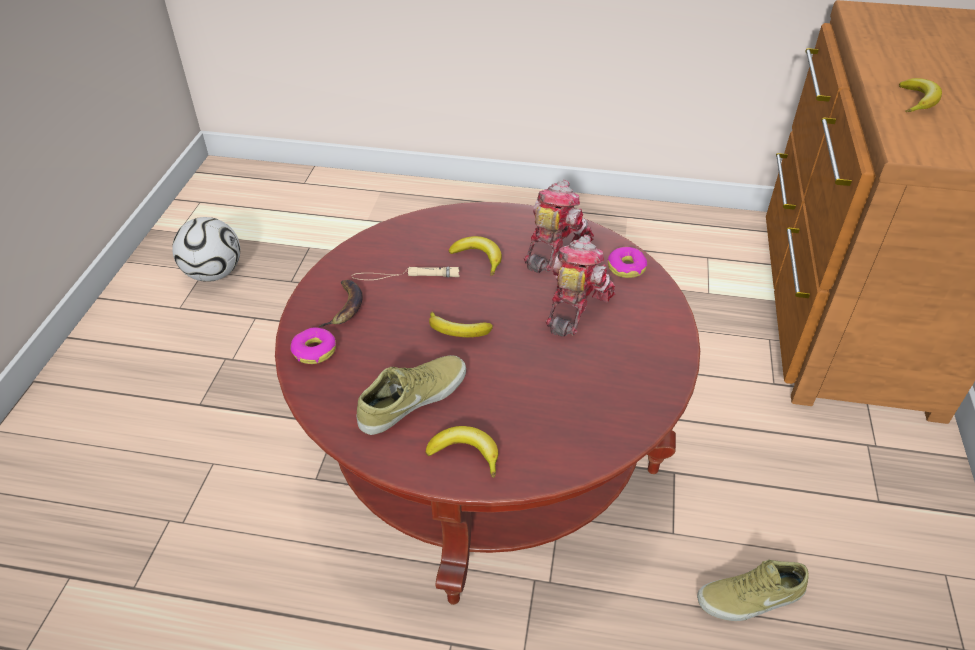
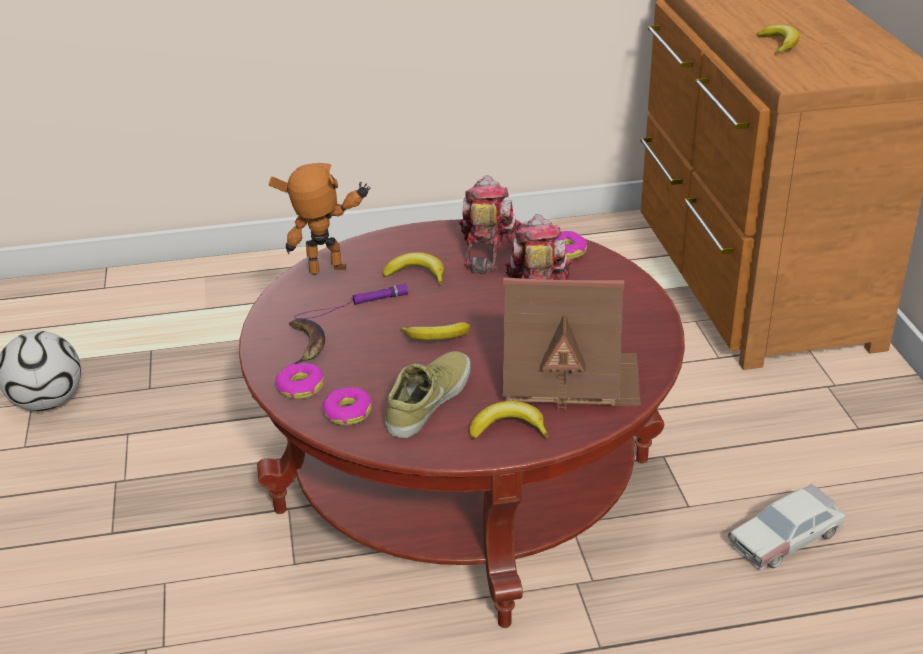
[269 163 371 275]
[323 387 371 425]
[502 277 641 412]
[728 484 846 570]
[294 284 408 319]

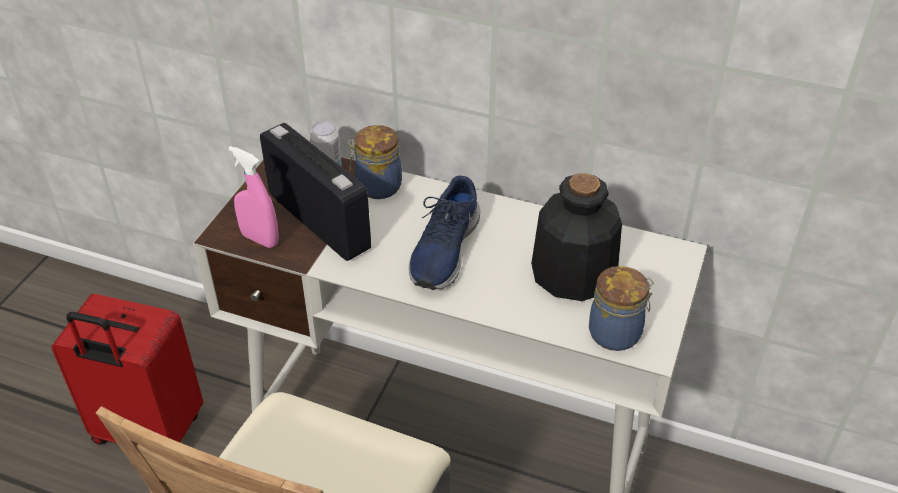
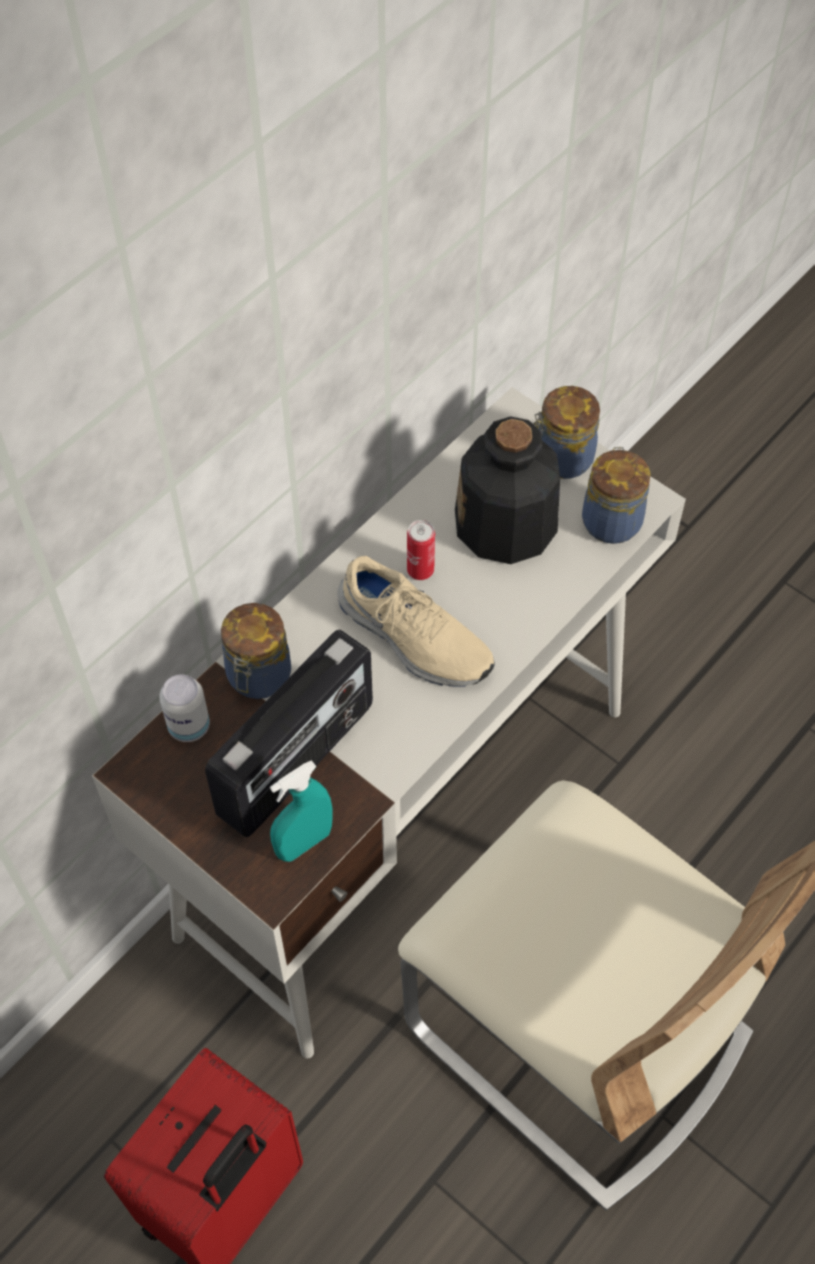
[407 520 435 580]
[533 386 600 479]
[270 760 333 862]
[337 556 495 687]
[205 630 373 837]

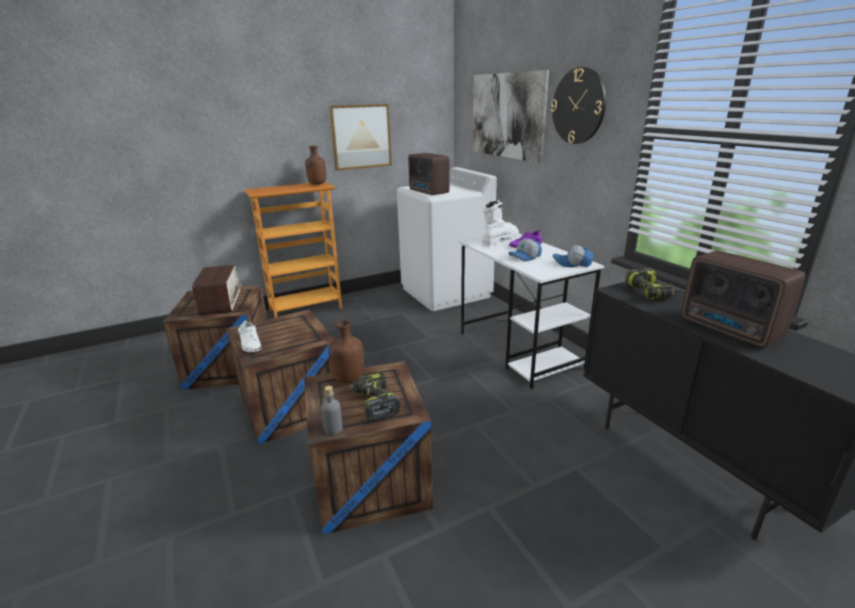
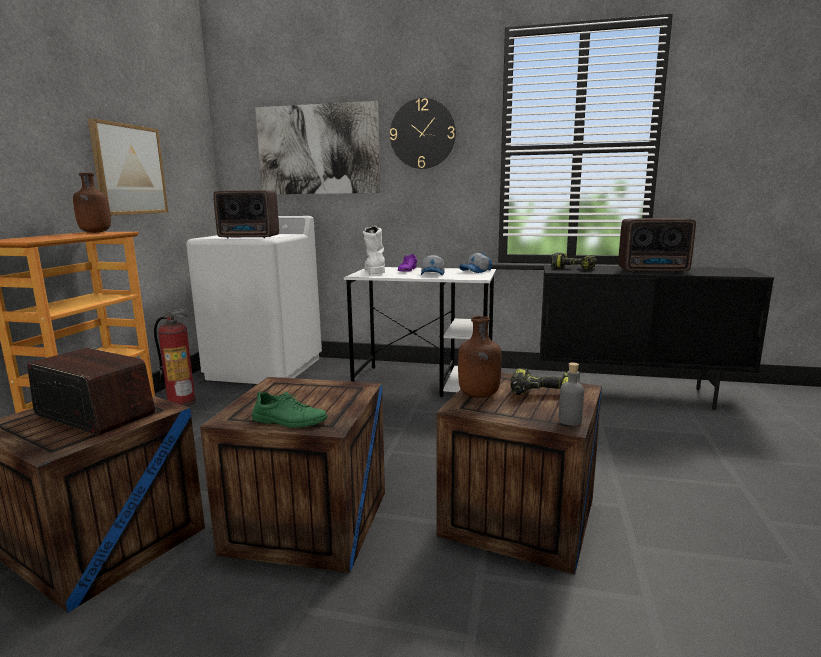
[154 308 196 406]
[252 391 328 428]

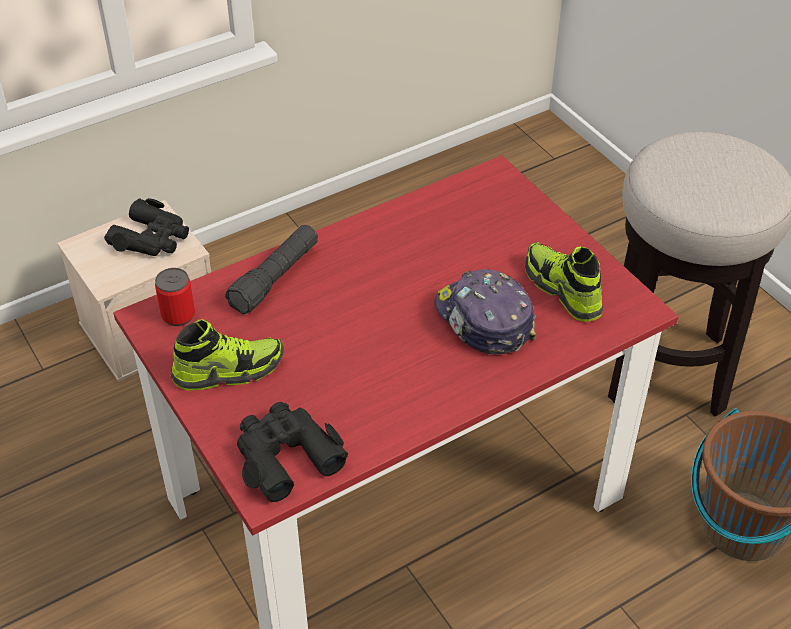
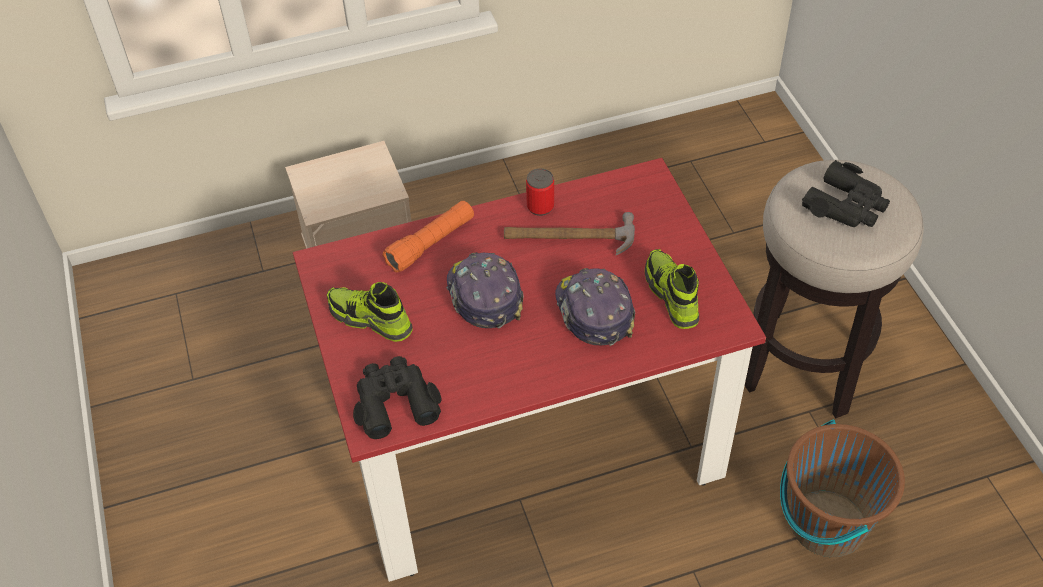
[446 252 524 329]
[504 212 635 255]
[802 160 890 227]
[526 168 554 216]
[383 201 474 272]
[327 282 413 342]

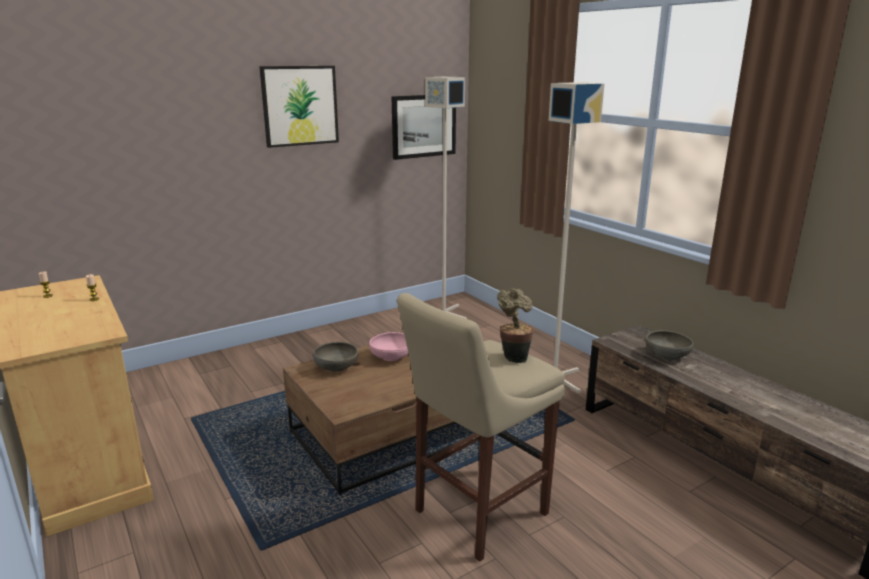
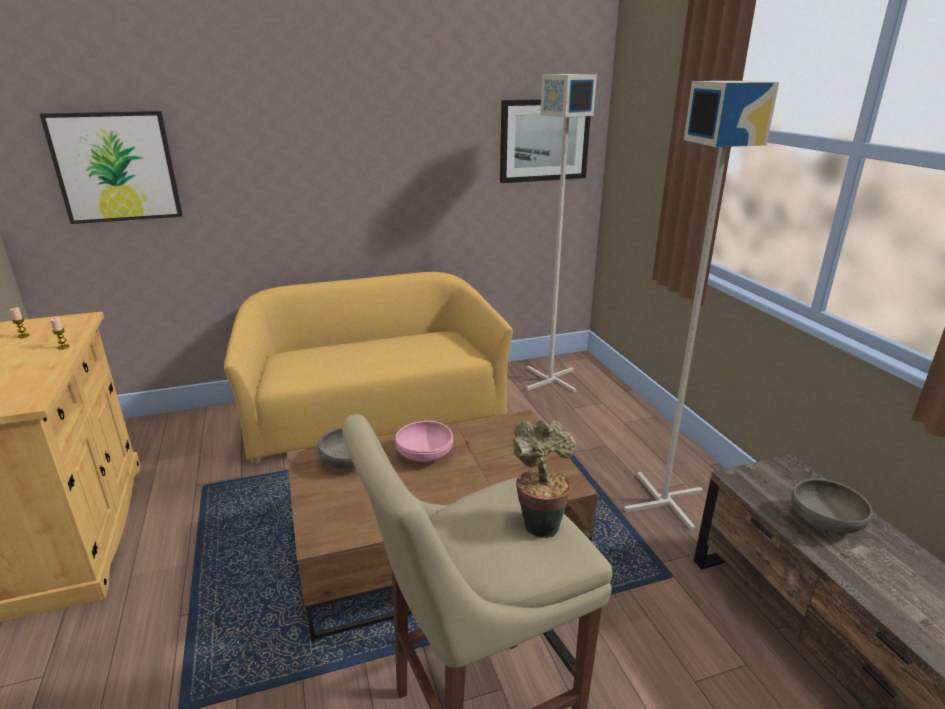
[224 272 513 464]
[40 111 183 224]

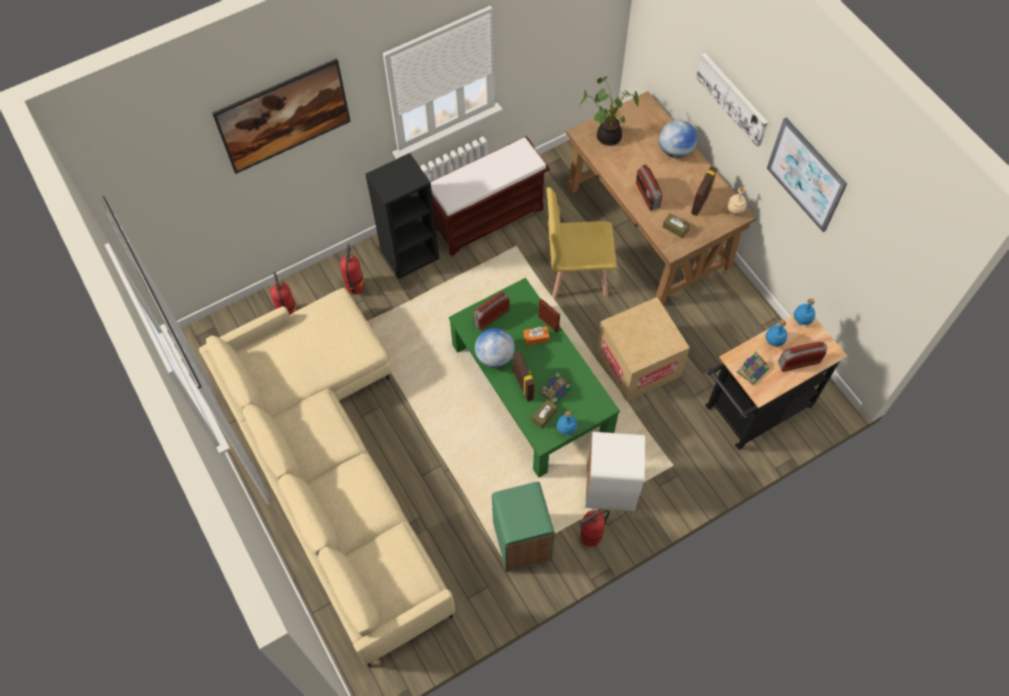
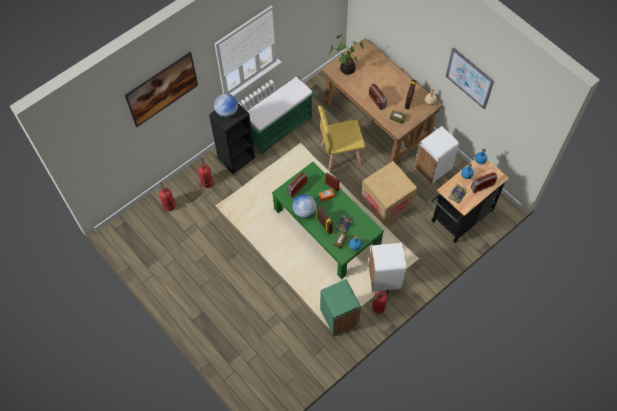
[199 288 455 667] (first image)
[696 53 768 147] (first image)
[415 126 459 184]
[214 93 238 118]
[247 76 315 155]

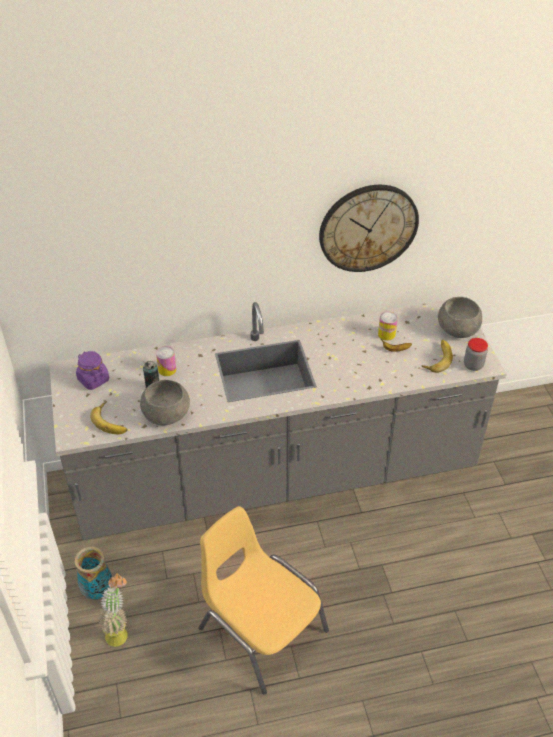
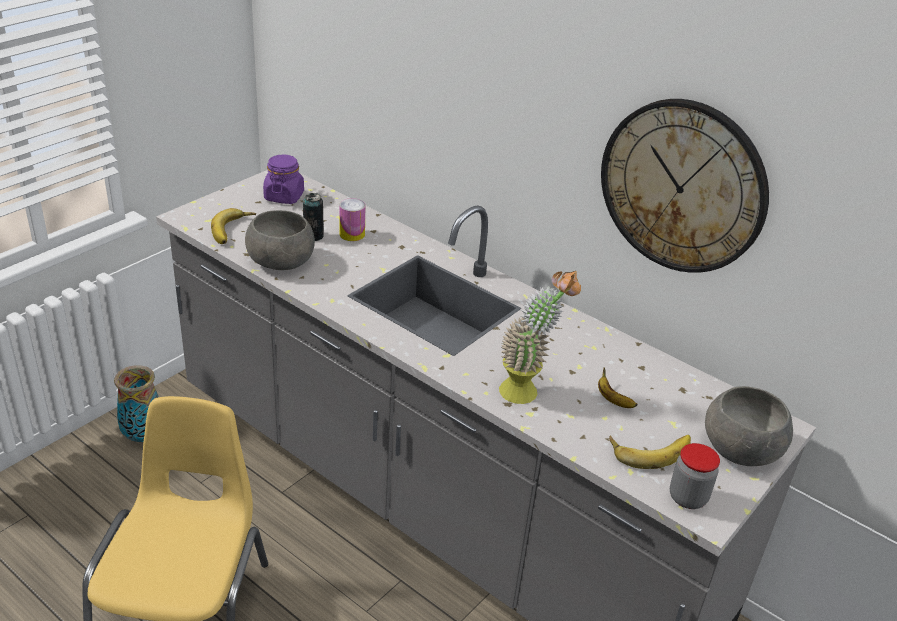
[378 311 398 341] (first image)
[499 271 581 404]

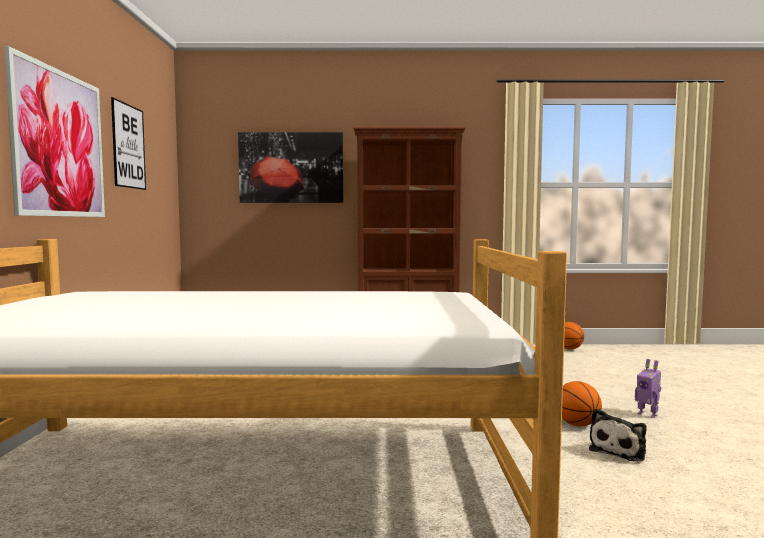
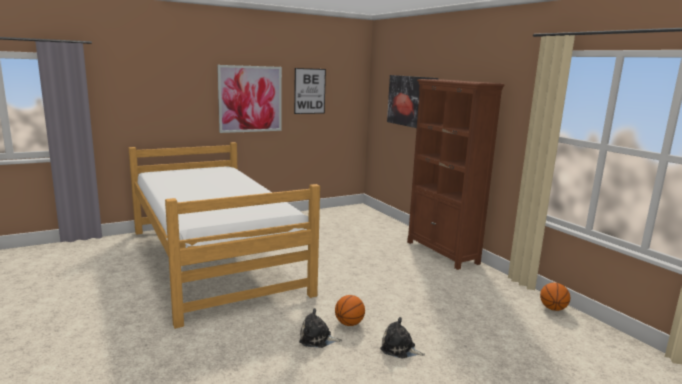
[380 317 425 359]

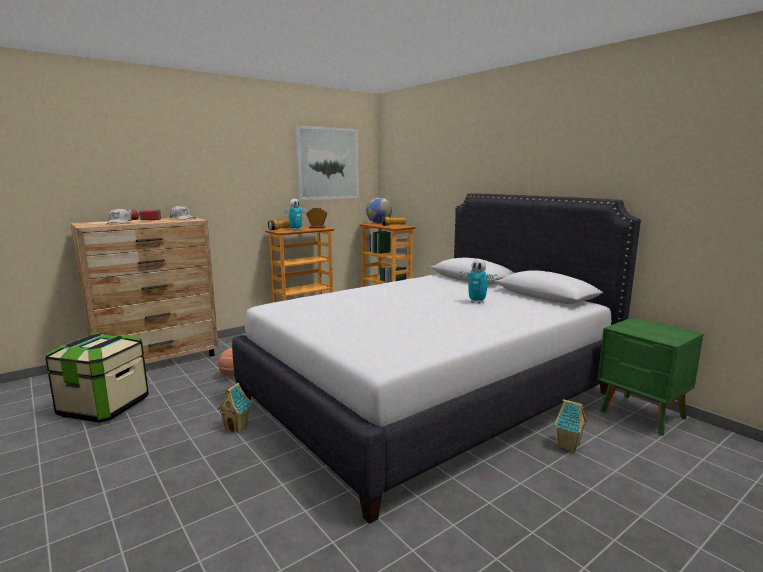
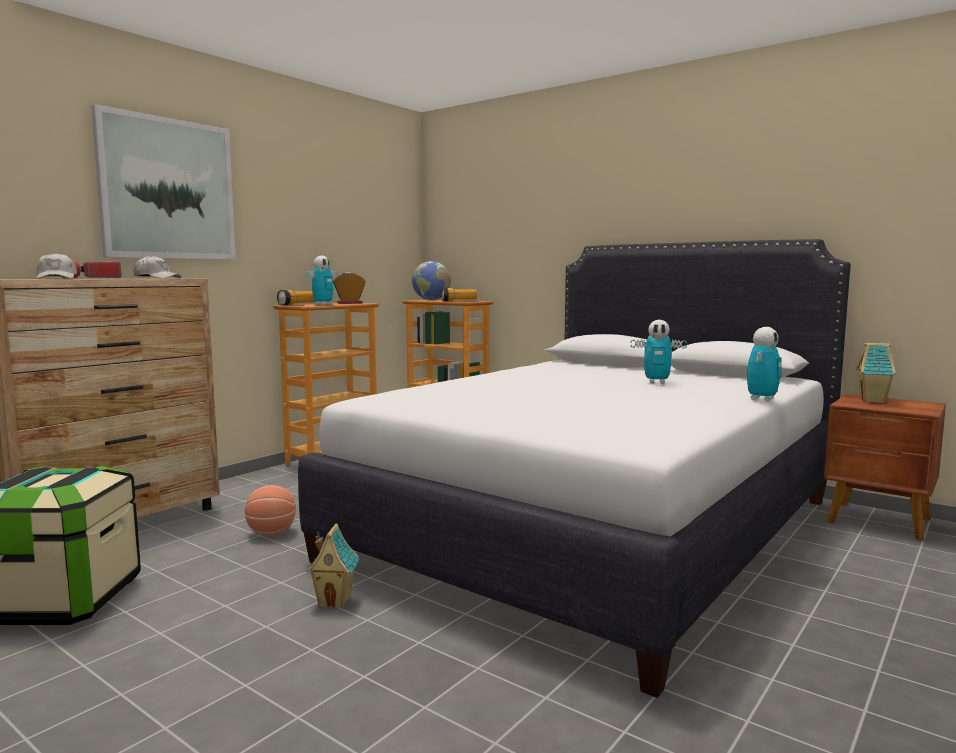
[747 327 782 401]
[91 104 236 259]
[856 343 896 403]
[824 394 946 541]

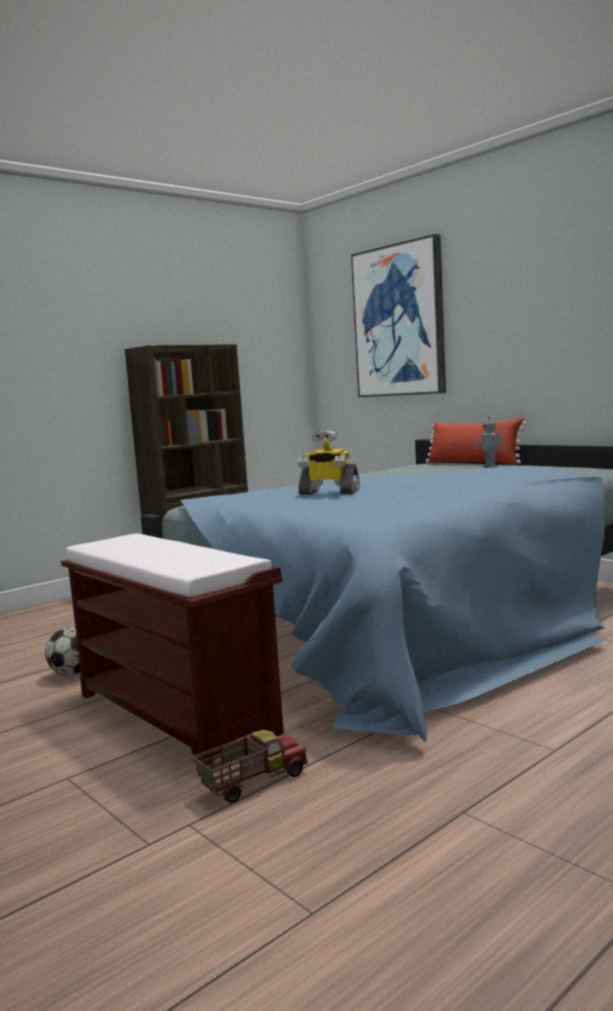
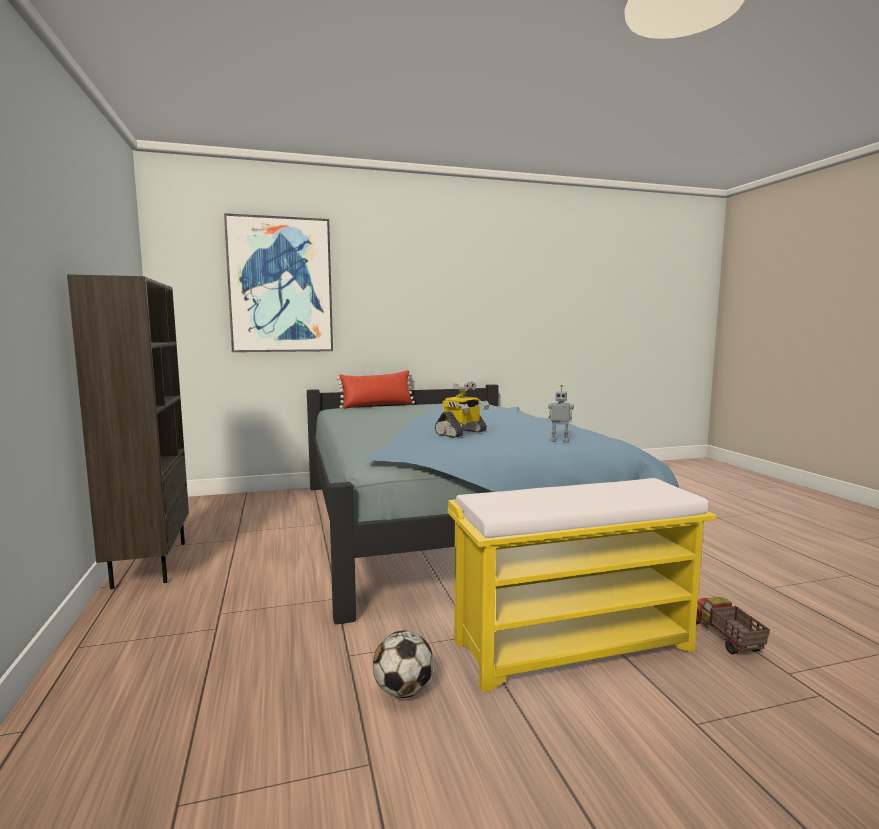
[548 385 574 443]
[447 478 717 693]

